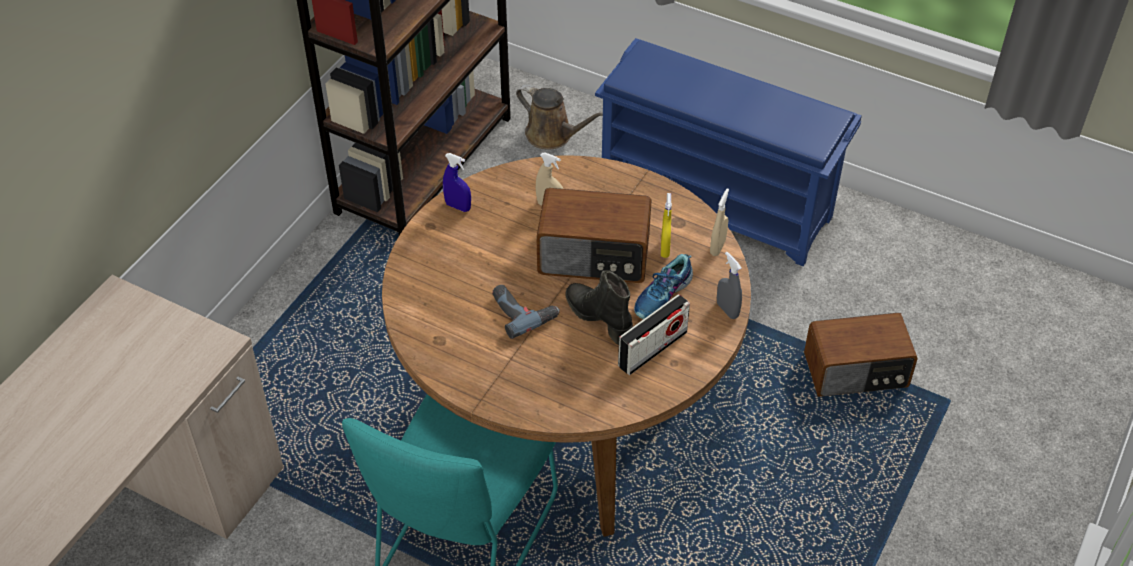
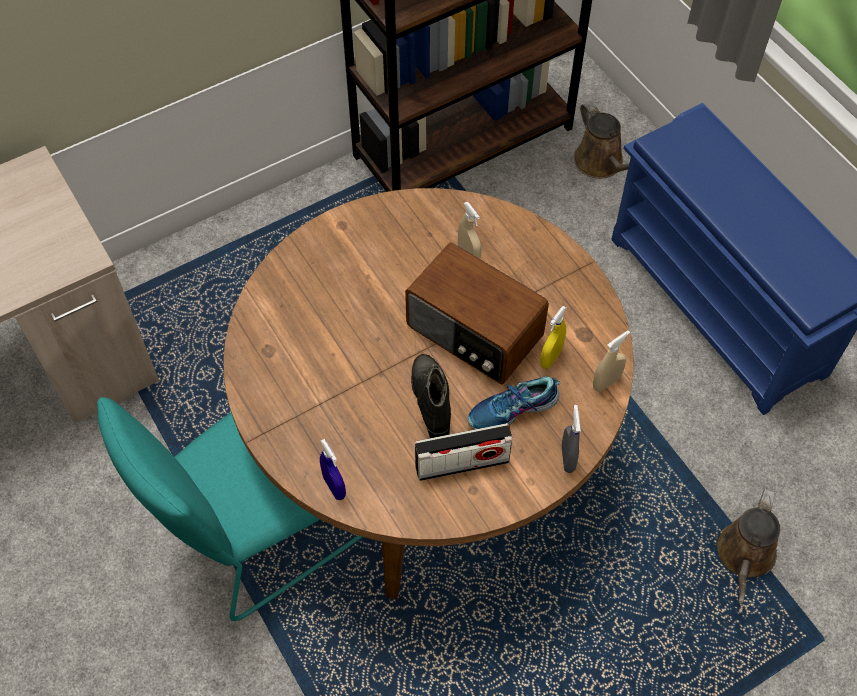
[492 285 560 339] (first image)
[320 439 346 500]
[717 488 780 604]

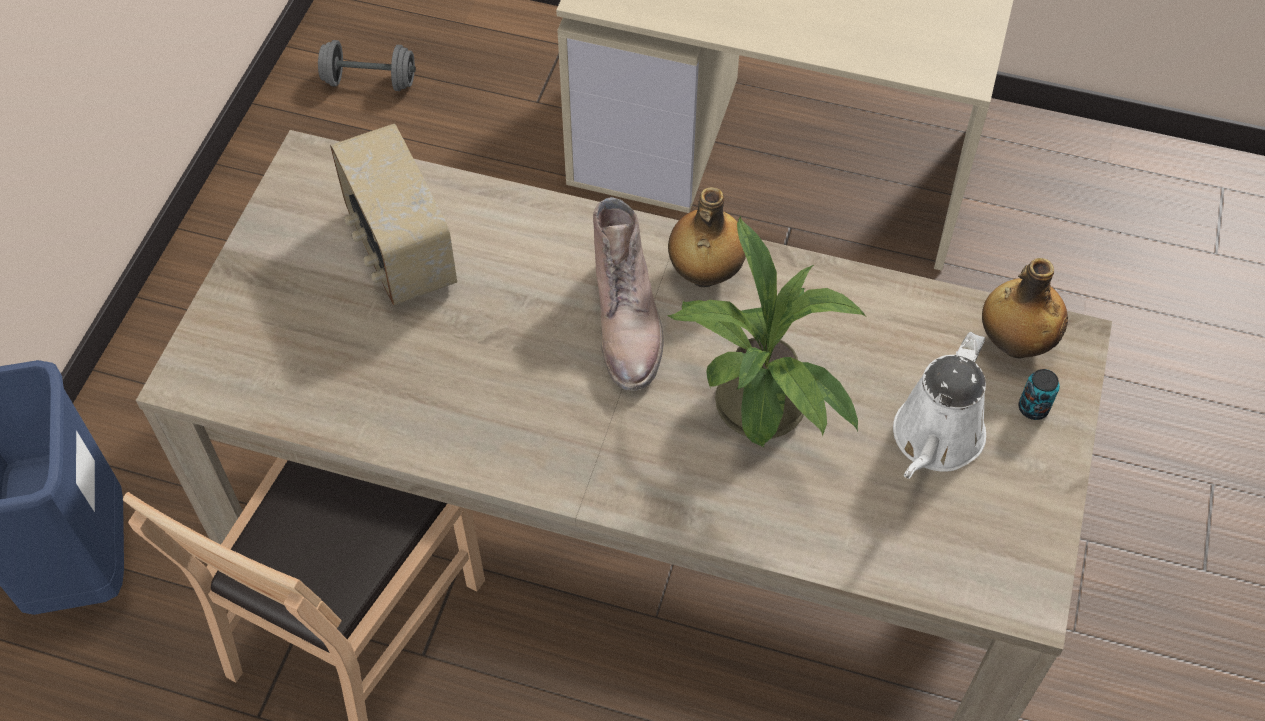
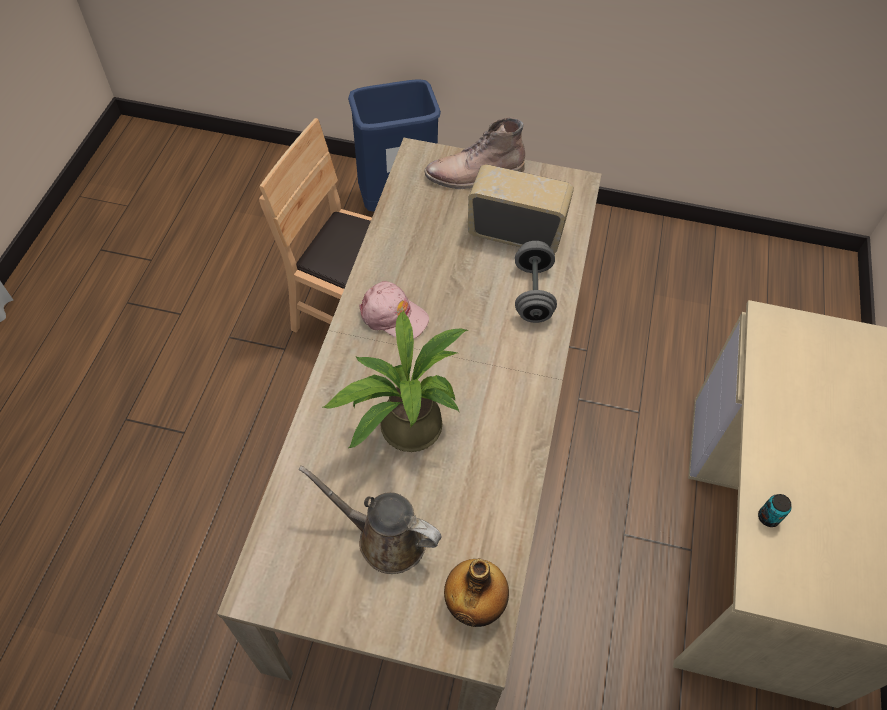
[668 187 746 287] (first image)
[359 281 429 339]
[515 241 557 323]
[424 117 525 190]
[758 494 792 527]
[298 465 442 574]
[468 164 574 254]

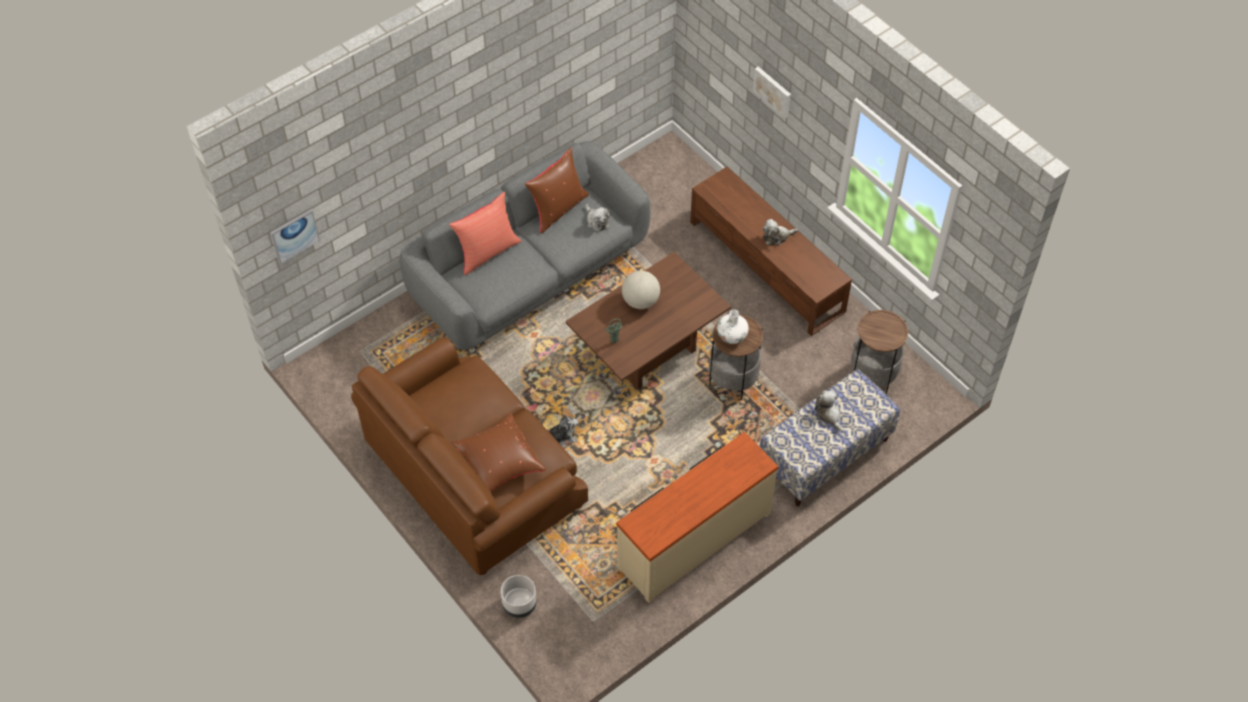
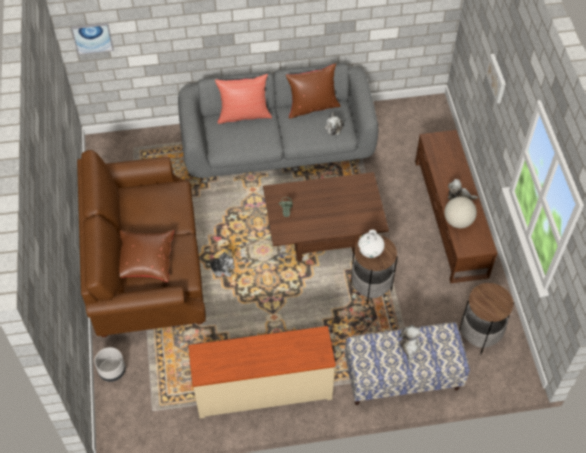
[444 197 477 228]

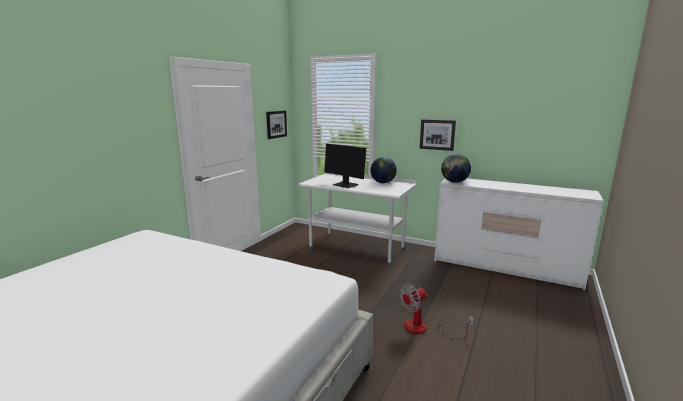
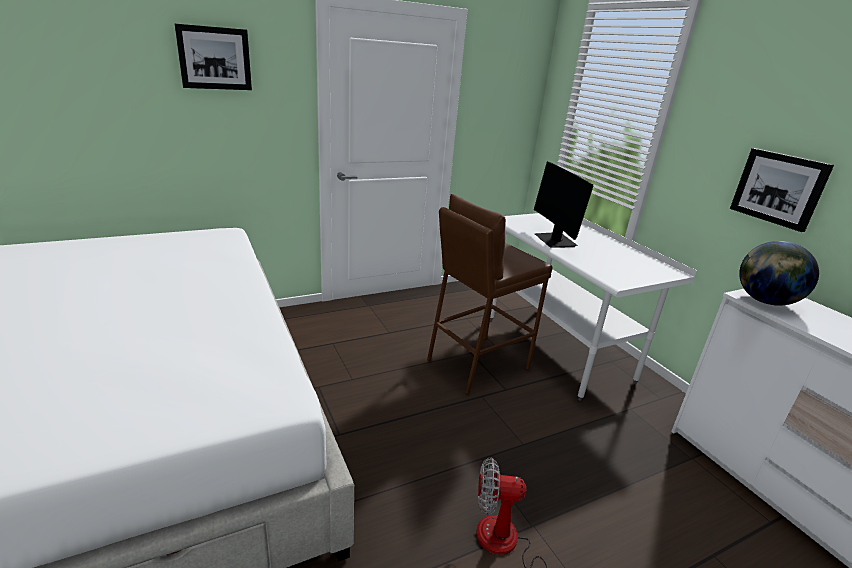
[370 157 397 183] (first image)
[427 194 552 395]
[175 24 252 90]

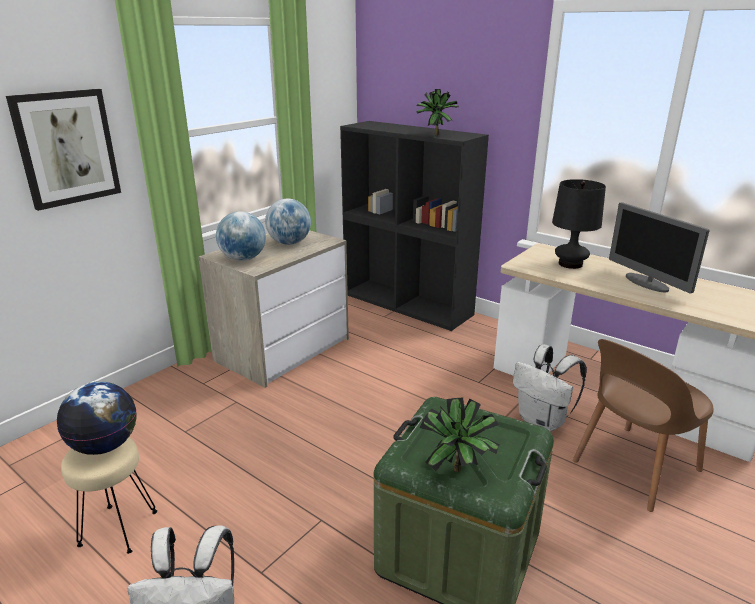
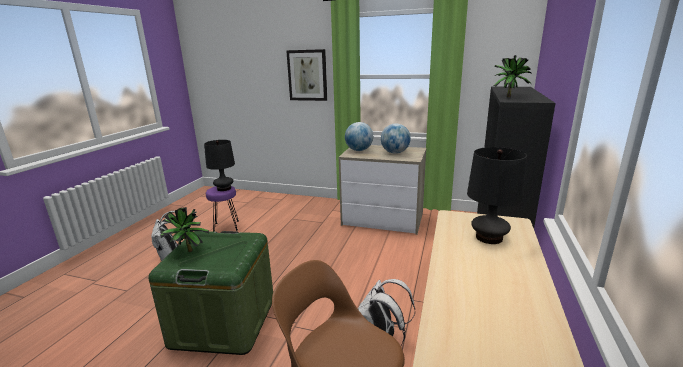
[609 202 710 294] (first image)
[204 140 235 191]
[206 186 239 232]

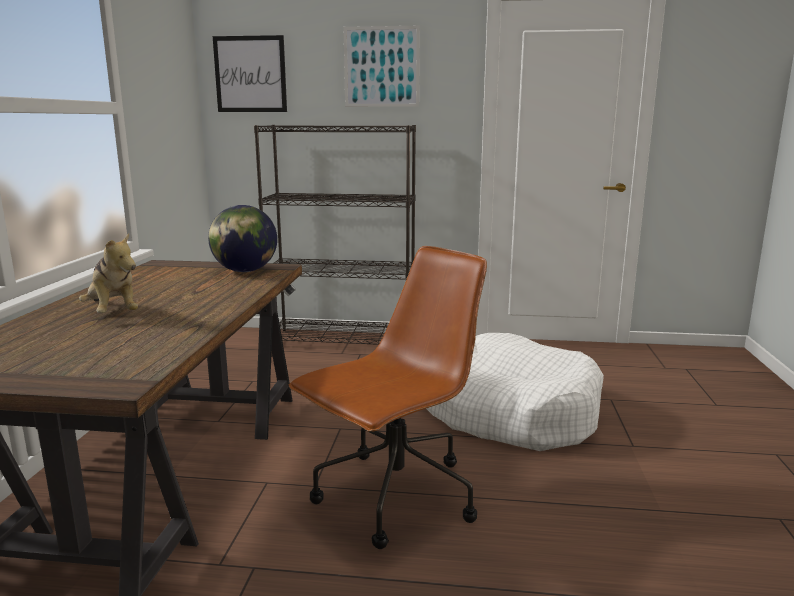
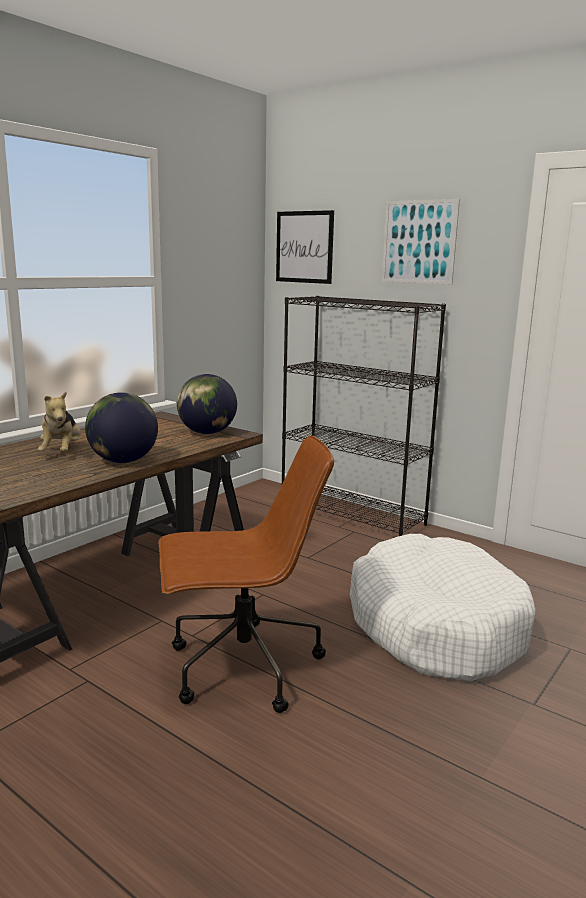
[85 392 158 463]

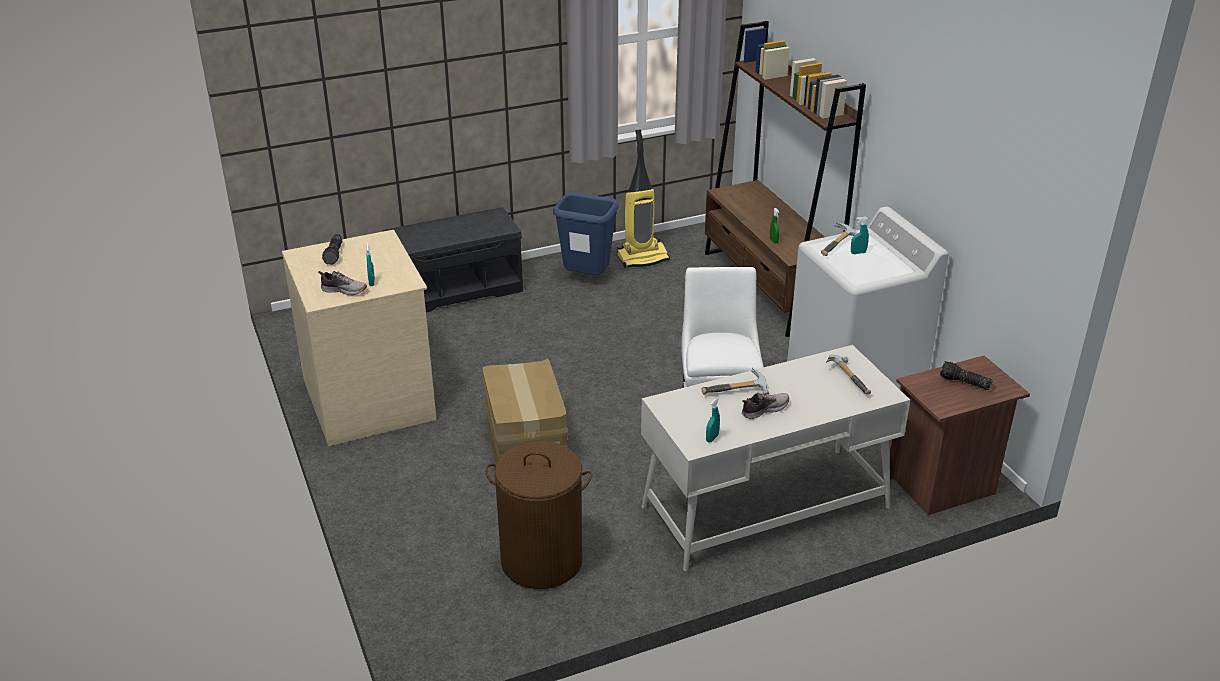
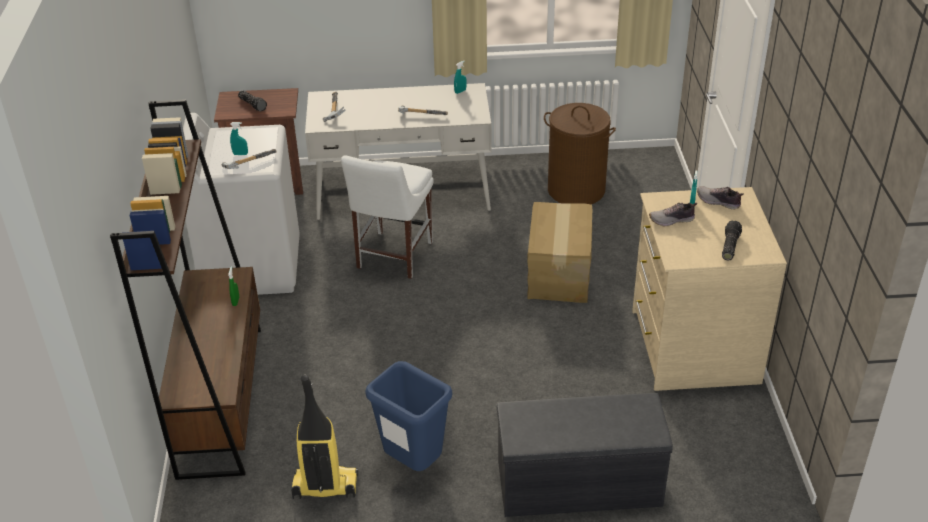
[649 202 697 227]

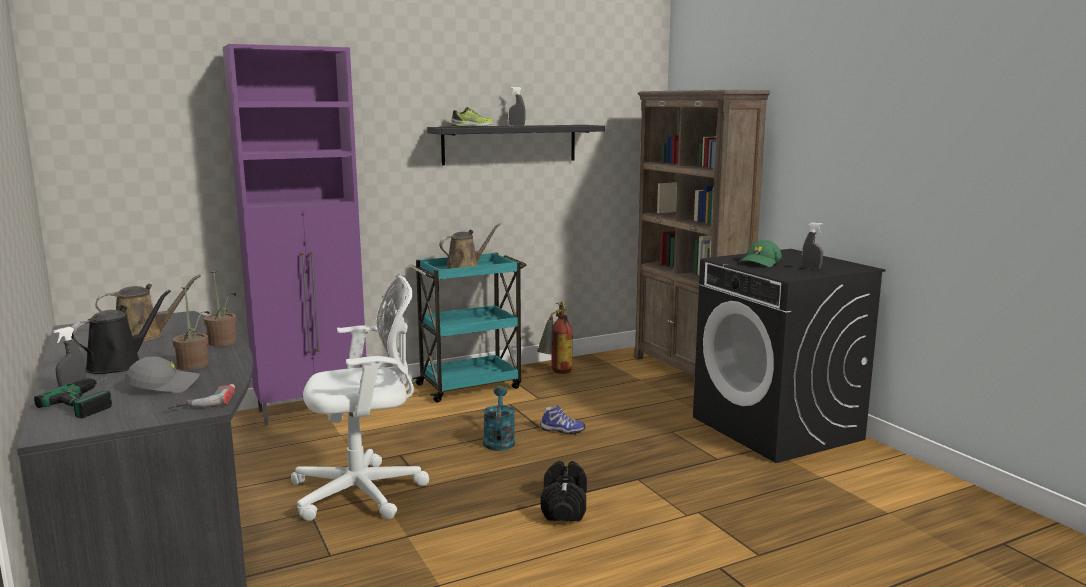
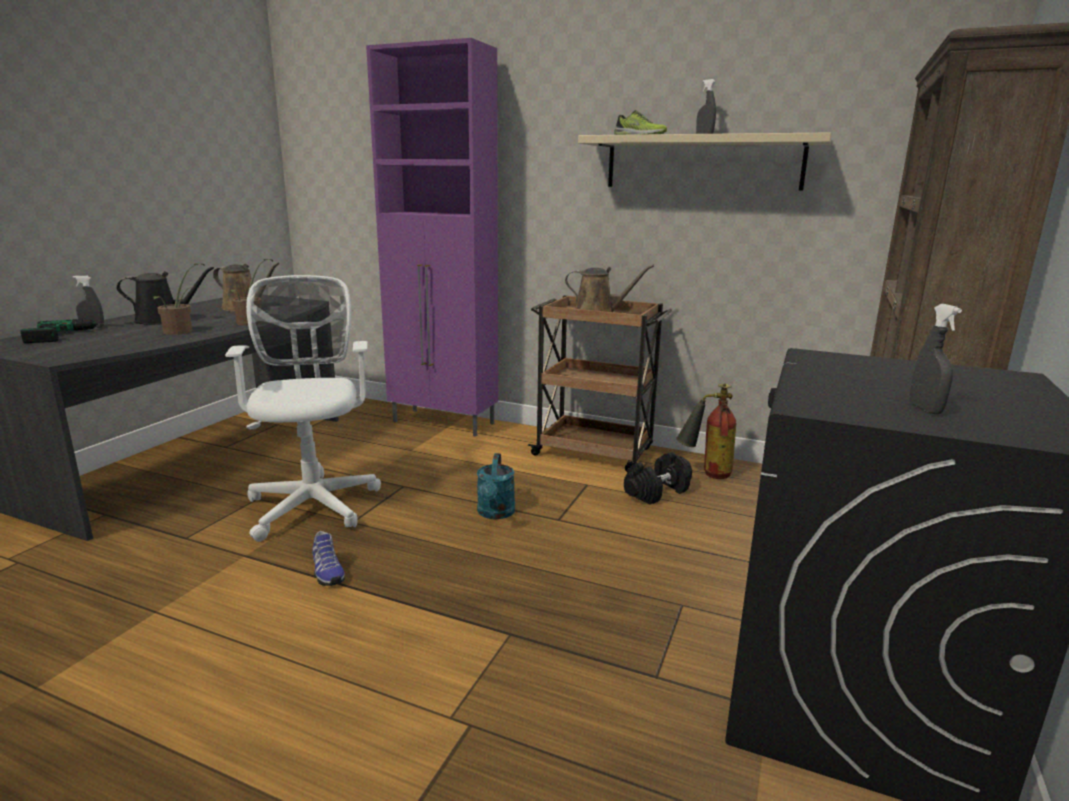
[125 356 200 393] (first image)
[168 384 235 409] (first image)
[739 240 782 267] (first image)
[312 531 345 586]
[624 452 692 505]
[528 295 672 472]
[578 132 831 191]
[225 275 381 542]
[477 453 515 519]

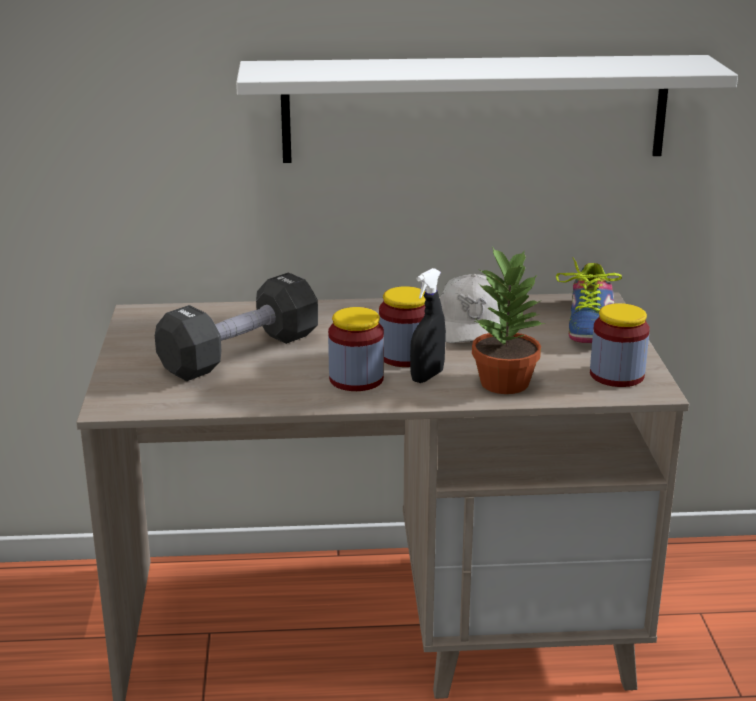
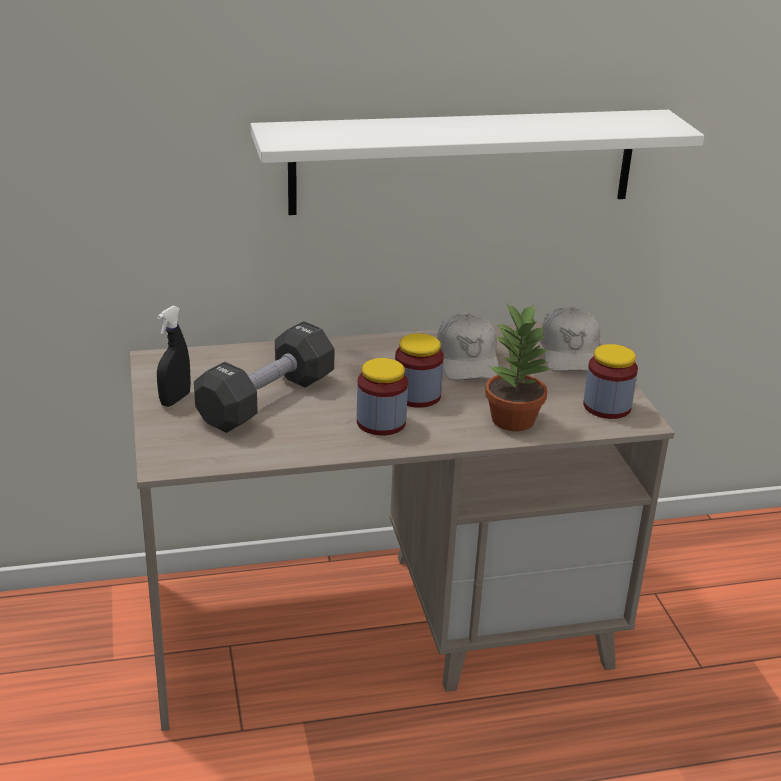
[157 306 191 407]
[539 307 600 372]

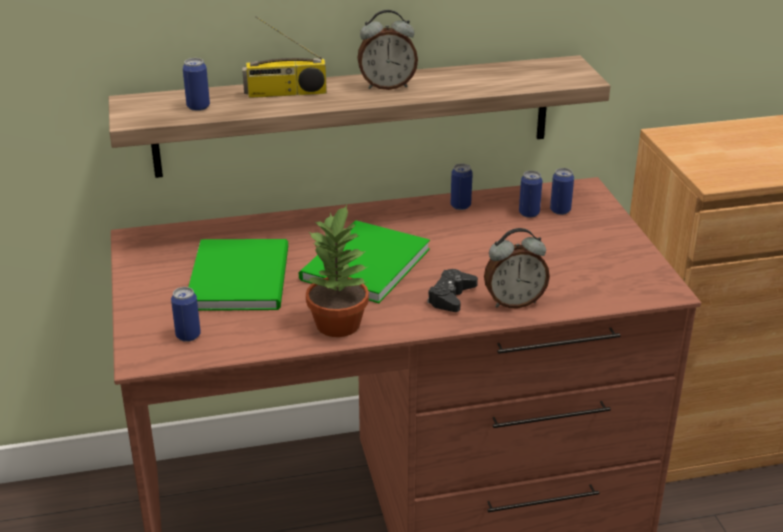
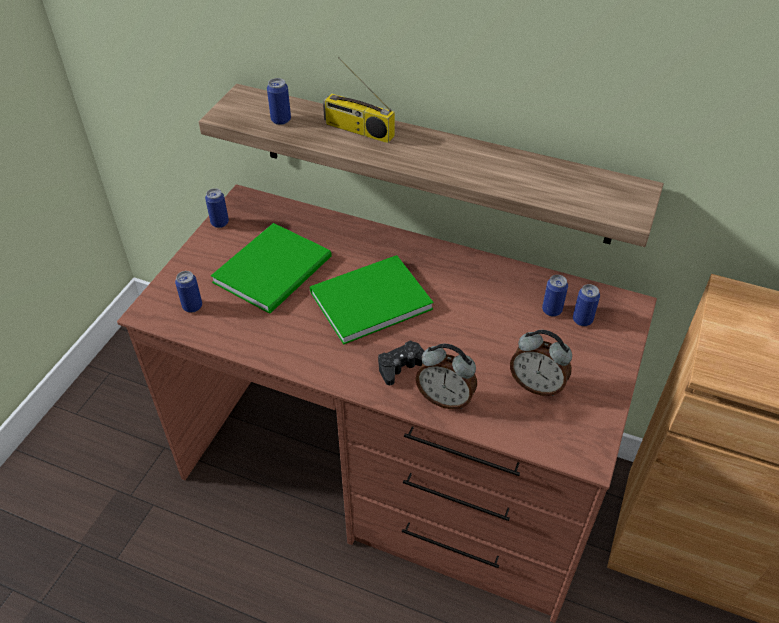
[306 205 369 337] (first image)
[510 330 572 396]
[205 188 229 228]

